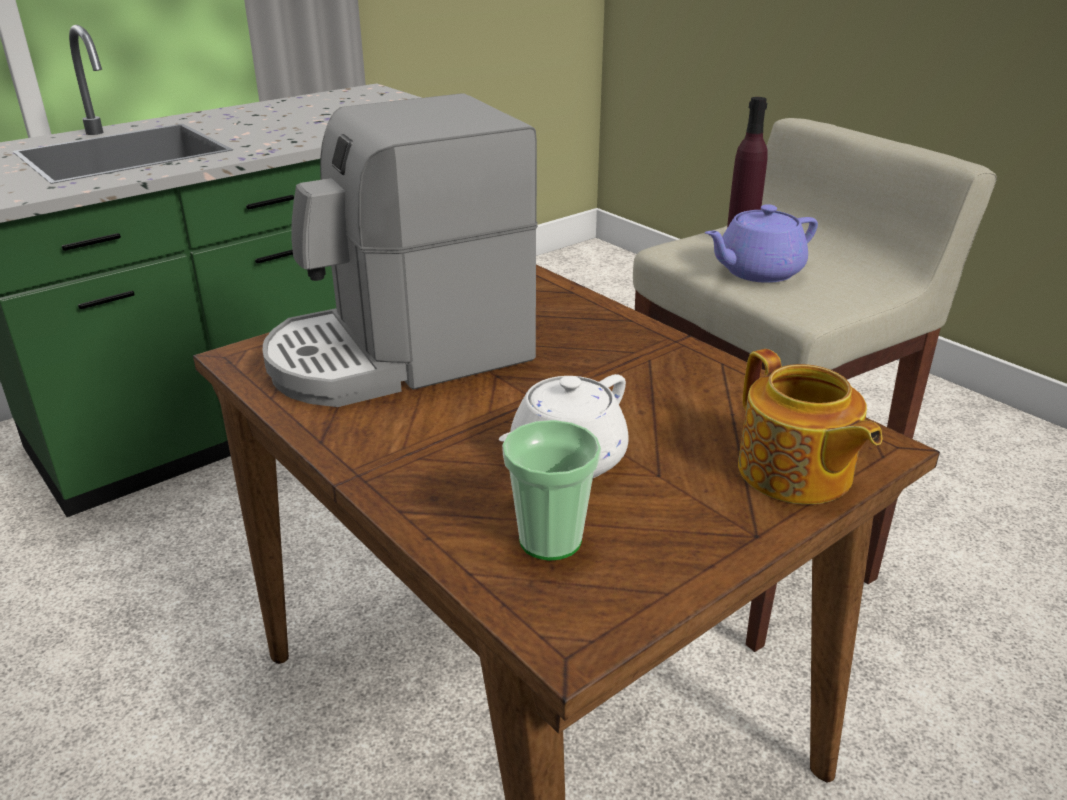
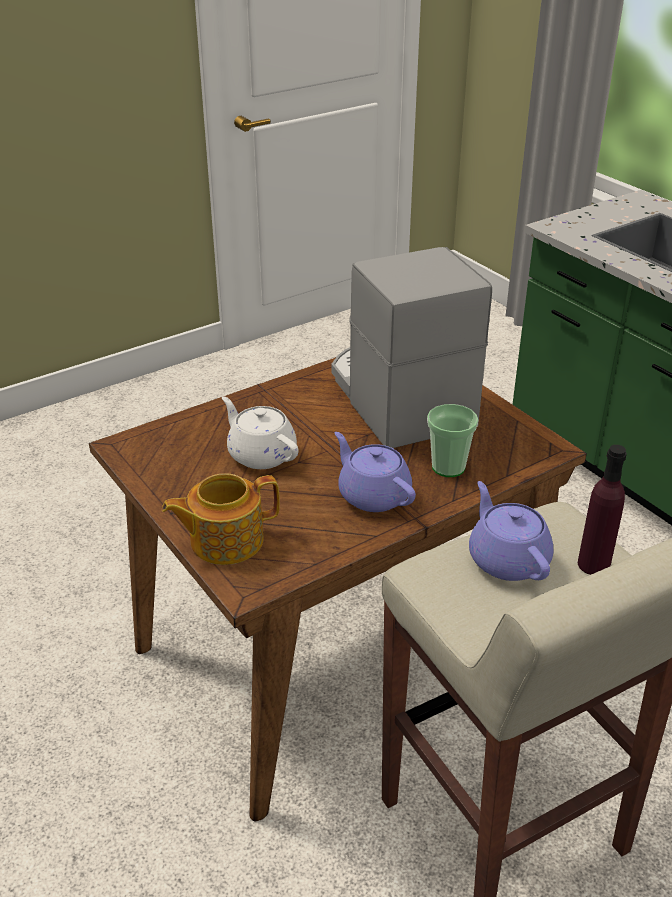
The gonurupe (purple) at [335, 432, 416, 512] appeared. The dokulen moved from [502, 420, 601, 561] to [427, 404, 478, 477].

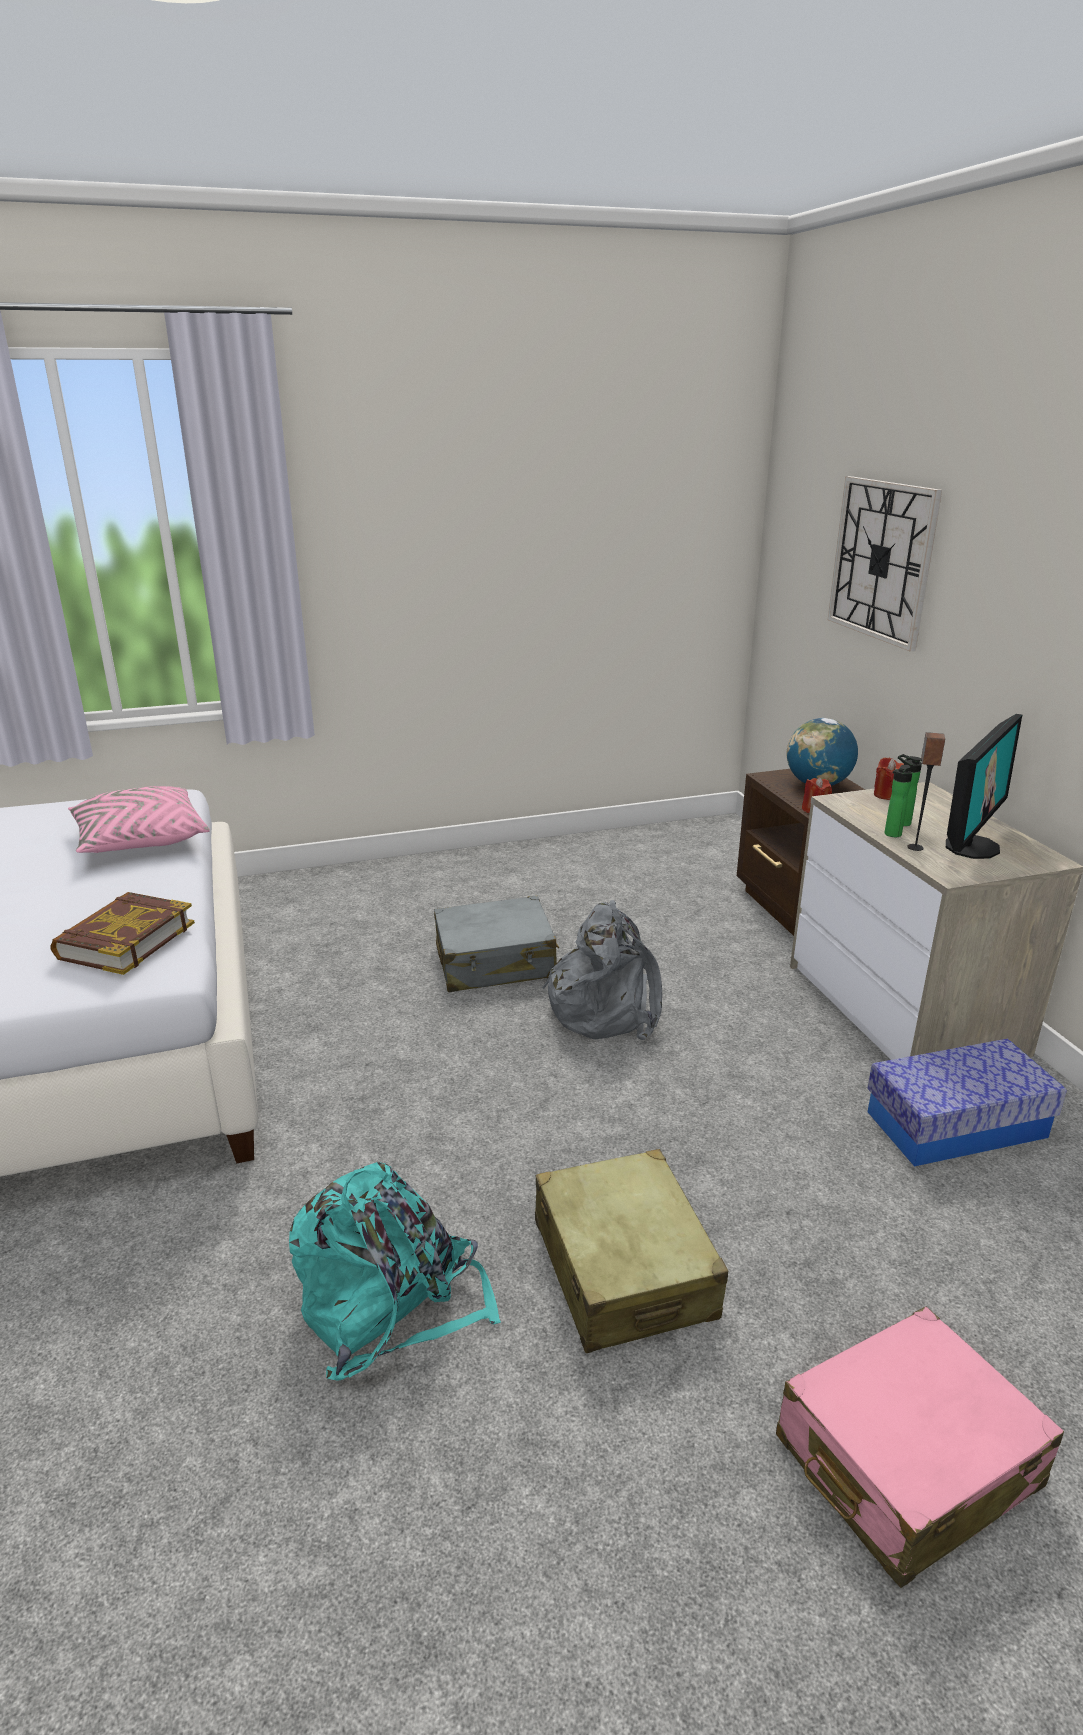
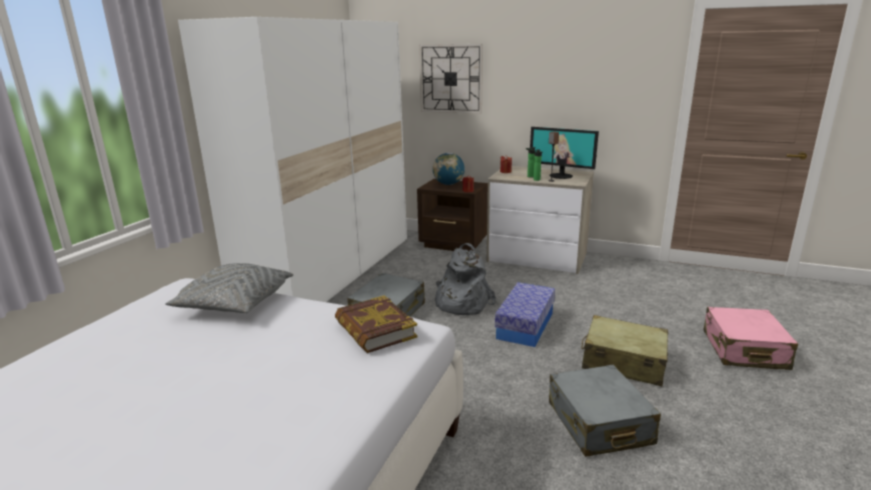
The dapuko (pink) at [68, 786, 210, 853] became the dapuko (grey) at [165, 263, 294, 313]. The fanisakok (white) at [178, 17, 407, 302] appeared. The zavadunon moved from [867, 1039, 1067, 1166] to [495, 282, 555, 347]. The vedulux at [946, 714, 1022, 859] turned 135 degrees clockwise. The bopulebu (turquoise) at [289, 1162, 501, 1380] was replaced by the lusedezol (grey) at [549, 365, 661, 457].

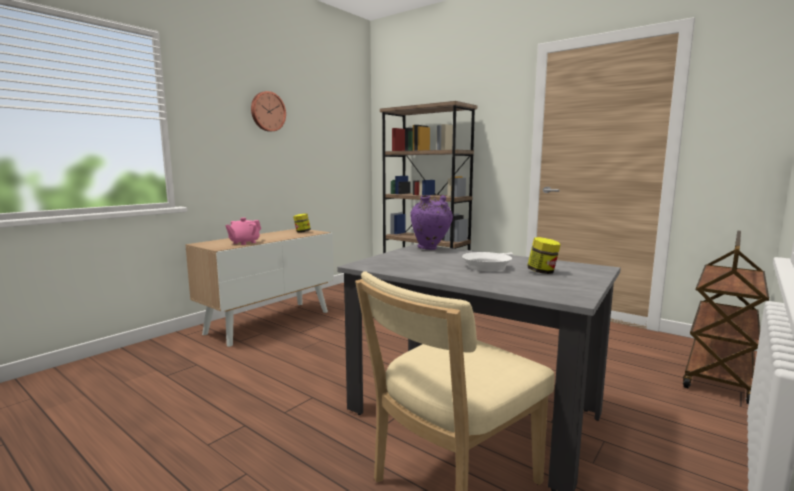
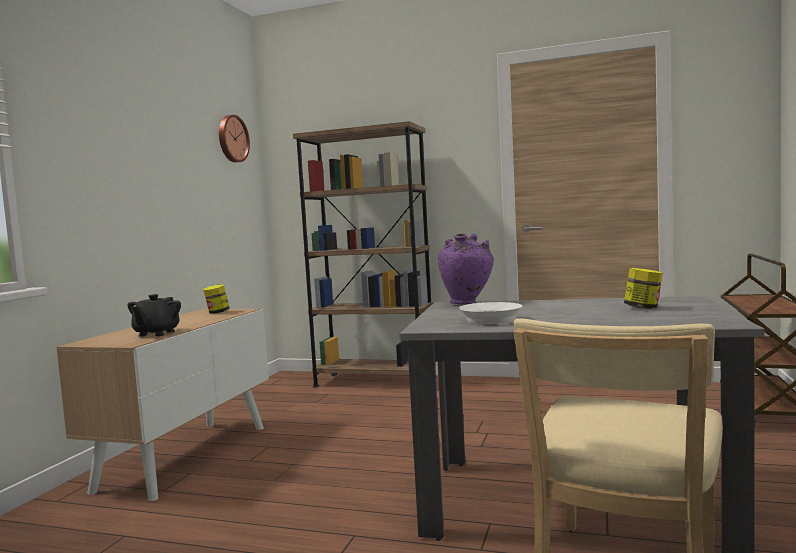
The gonurupe (pink) at [225, 218, 261, 245] became the gonurupe (black) at [127, 294, 181, 337]. The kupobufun moved from [251, 91, 286, 132] to [219, 115, 250, 163]. The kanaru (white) moved from [462, 252, 513, 271] to [459, 302, 522, 324].

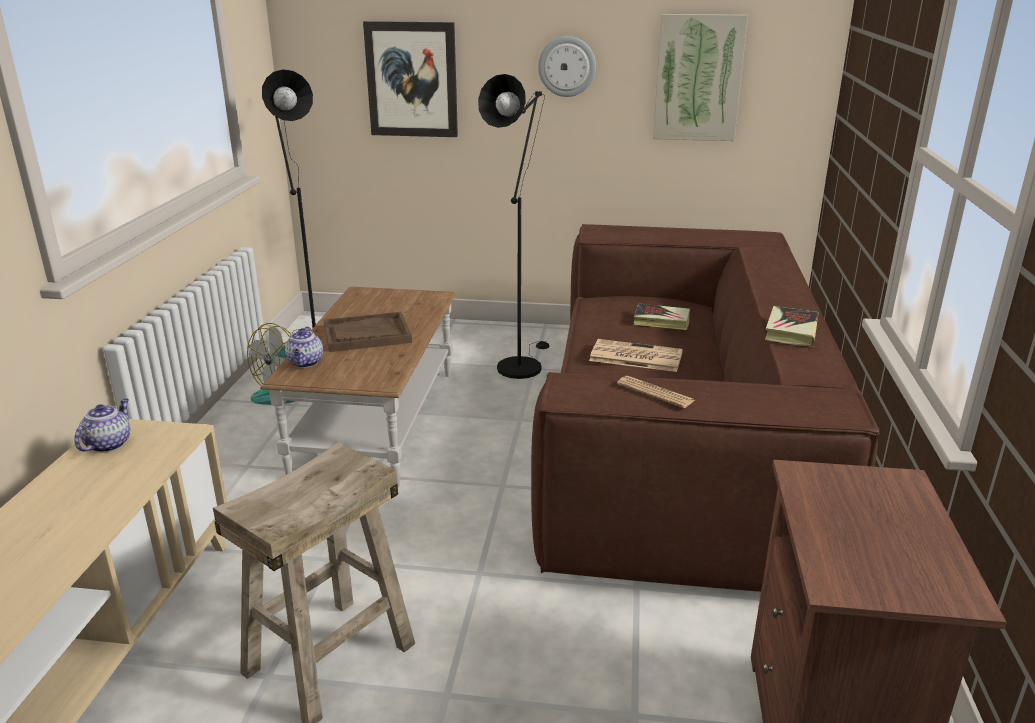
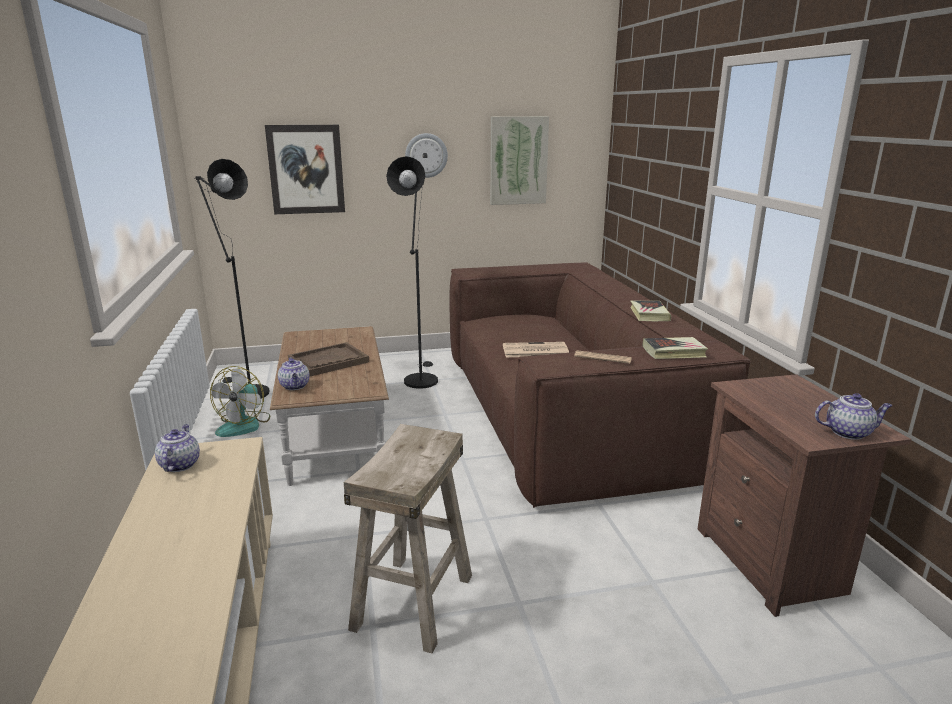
The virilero moved from [634, 303, 690, 330] to [642, 337, 708, 359]. The gonurupe at [815, 393, 892, 440] appeared.

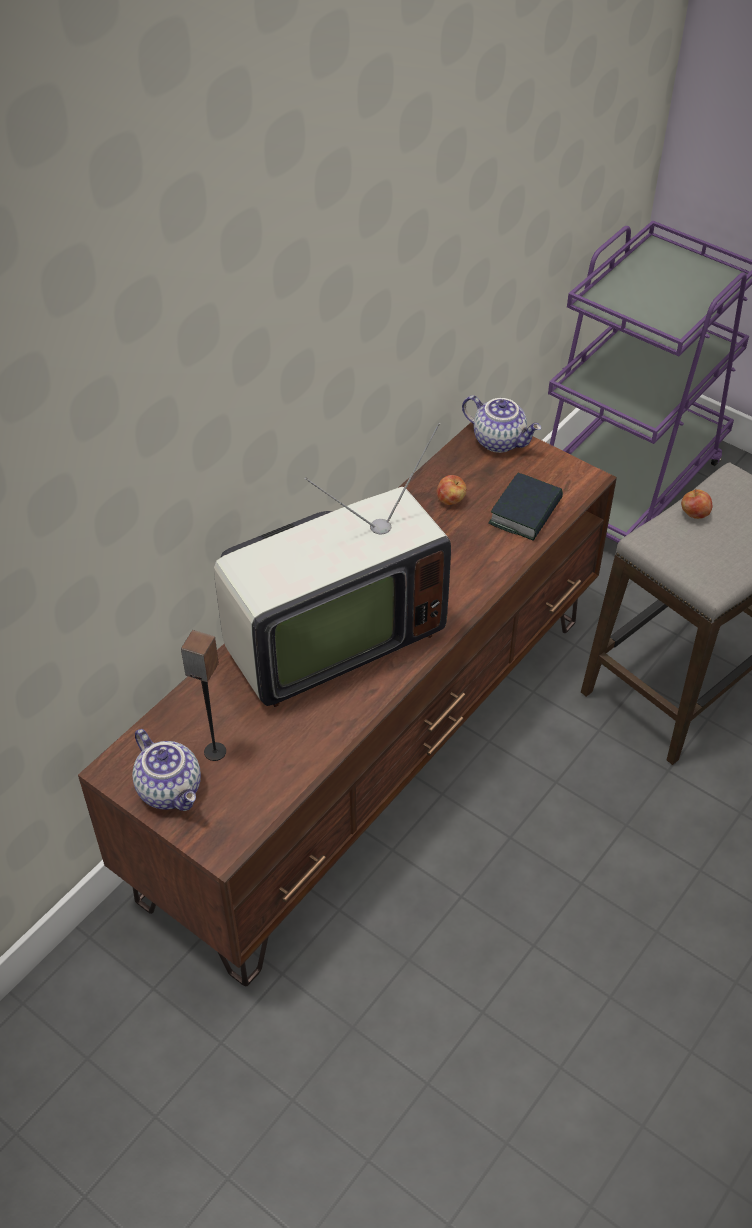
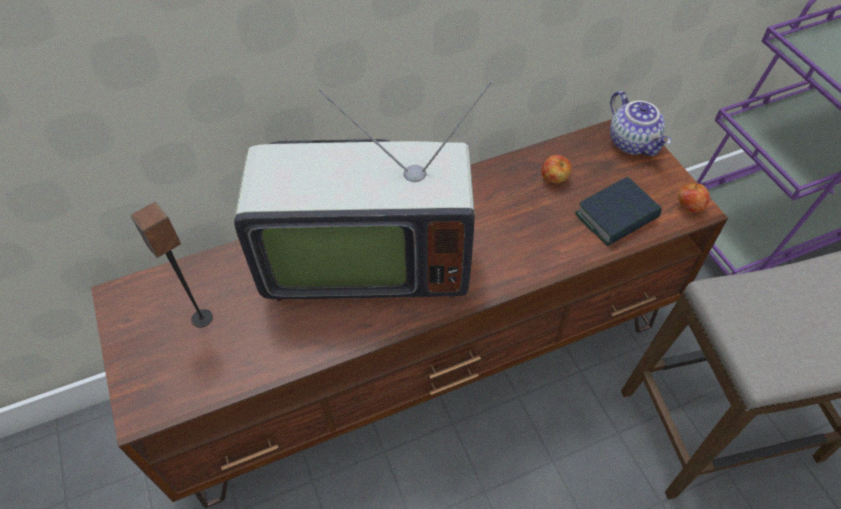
The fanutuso moved from [681, 489, 712, 519] to [678, 182, 710, 213]. The gonurupe at [132, 729, 201, 811] disappeared.

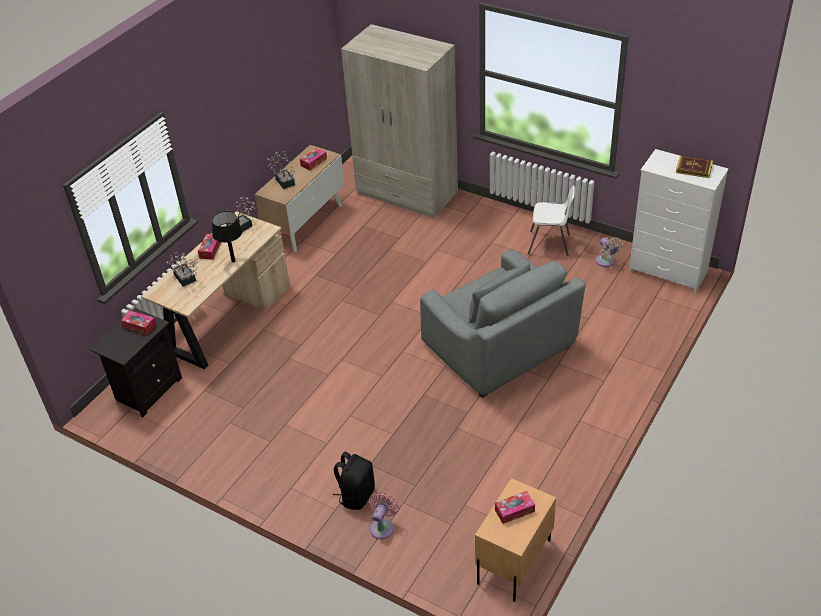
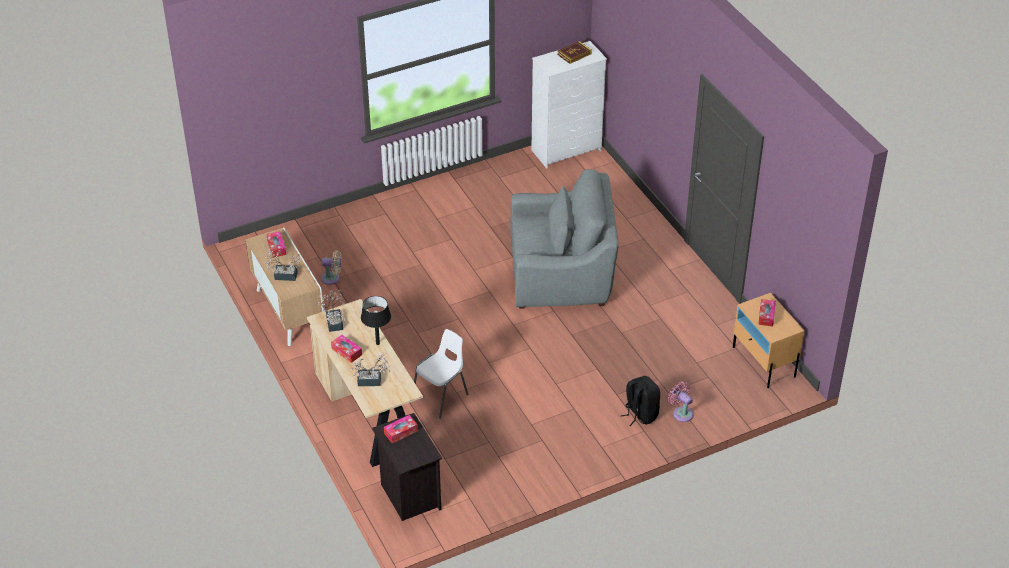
The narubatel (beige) moved from [596, 237, 623, 267] to [321, 250, 342, 285]. The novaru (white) moved from [528, 186, 575, 256] to [414, 329, 468, 419]. The fanisakok (beige) at [341, 24, 458, 219] disappeared.

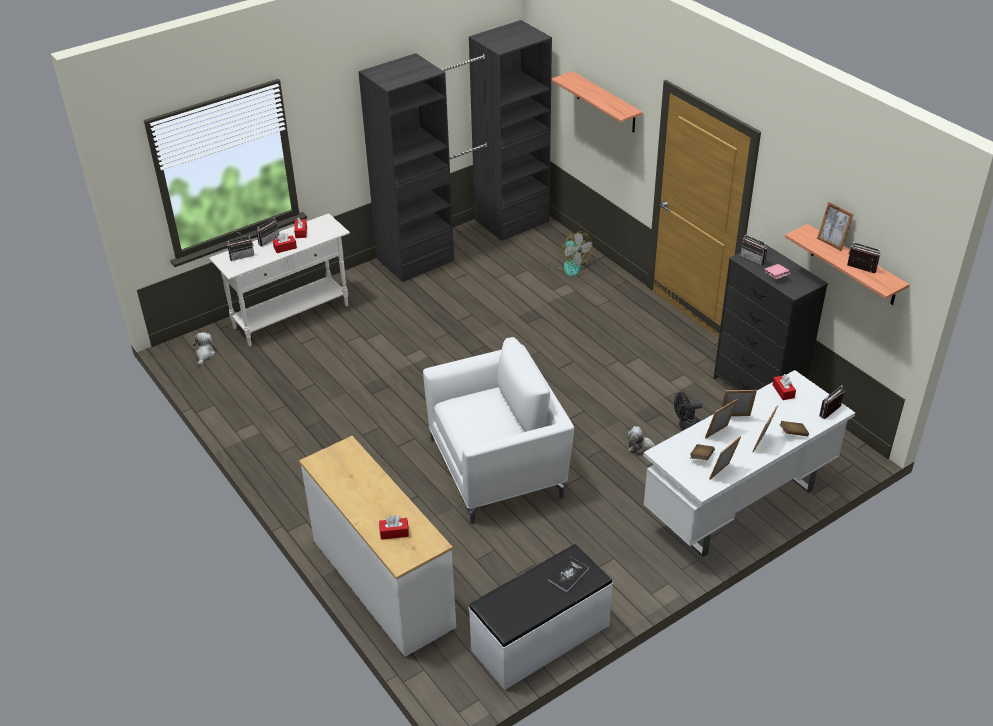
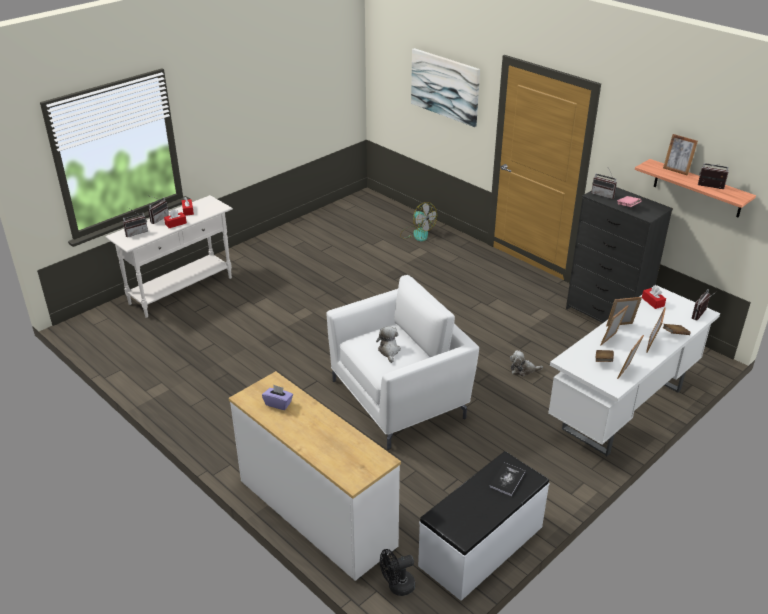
The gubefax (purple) at [262, 385, 293, 410] appeared. The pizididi moved from [192, 332, 216, 366] to [376, 326, 401, 363]. The narubatel (black) moved from [674, 392, 703, 430] to [380, 549, 415, 596]. The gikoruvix at [552, 71, 643, 133] was replaced by the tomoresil at [411, 48, 480, 127]. The fanisakok (black) at [358, 20, 552, 282] disappeared. The gubefax (red) at [379, 515, 409, 540] disappeared.

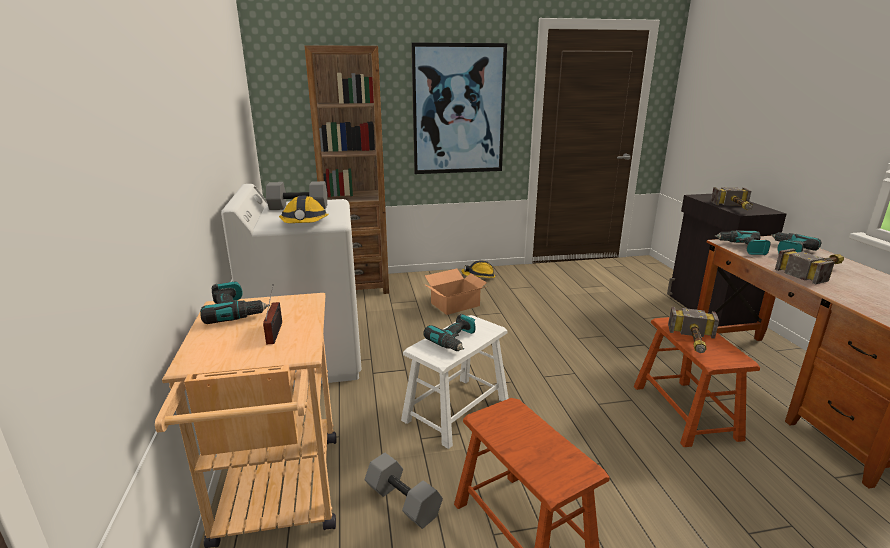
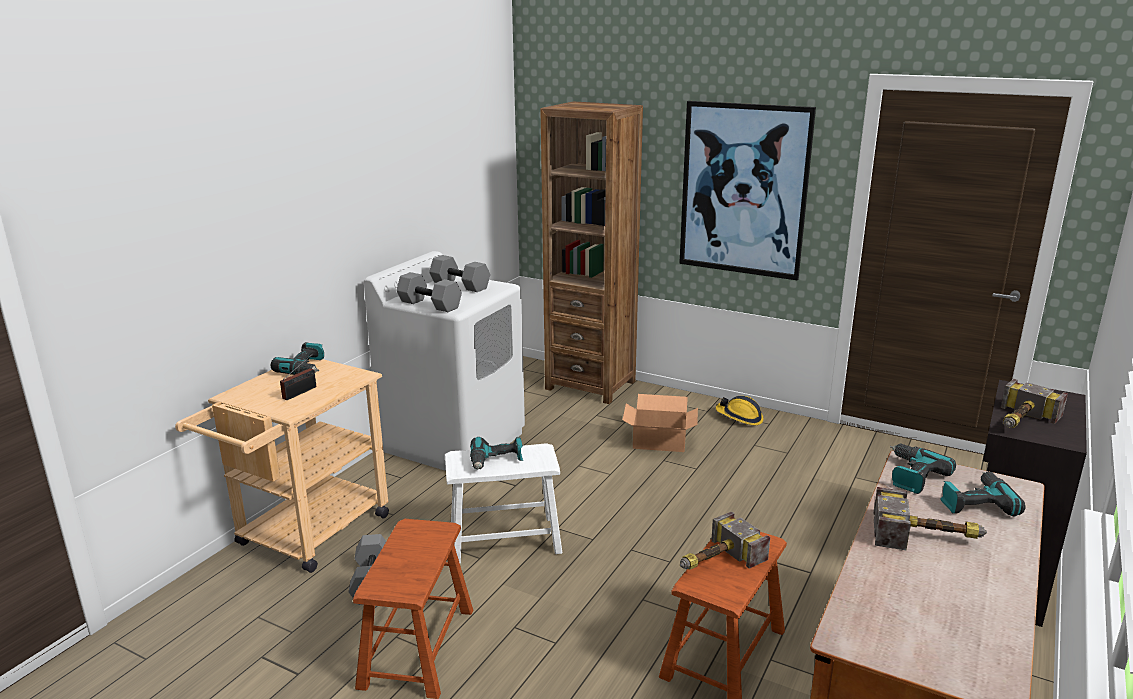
The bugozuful at [279, 195, 329, 223] was replaced by the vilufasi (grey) at [396, 272, 462, 312].

